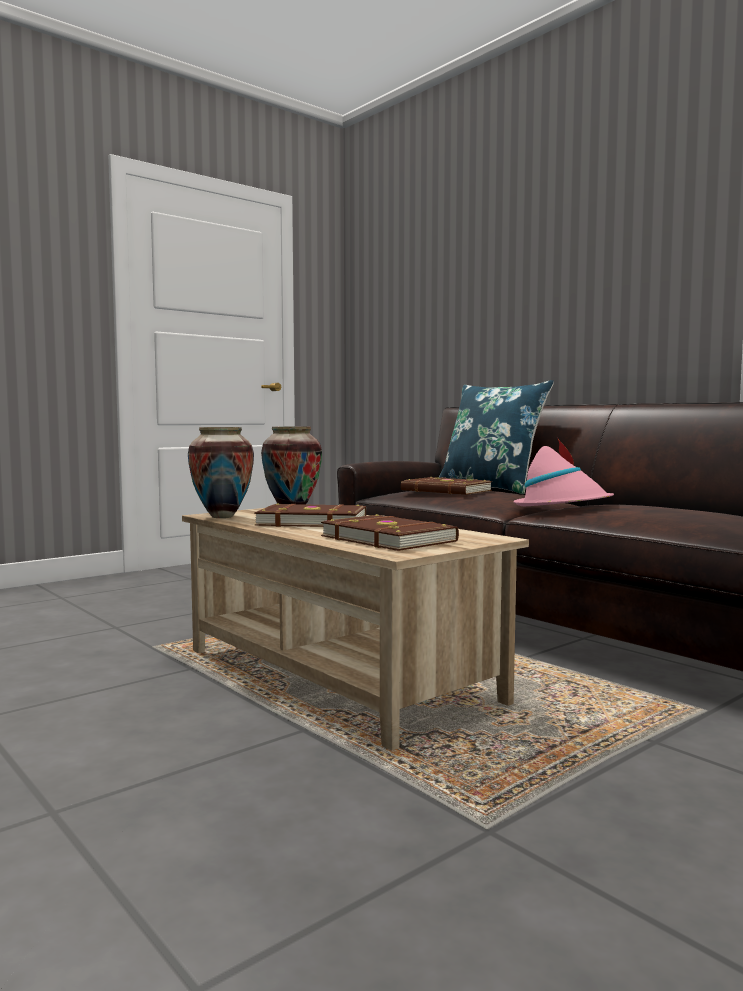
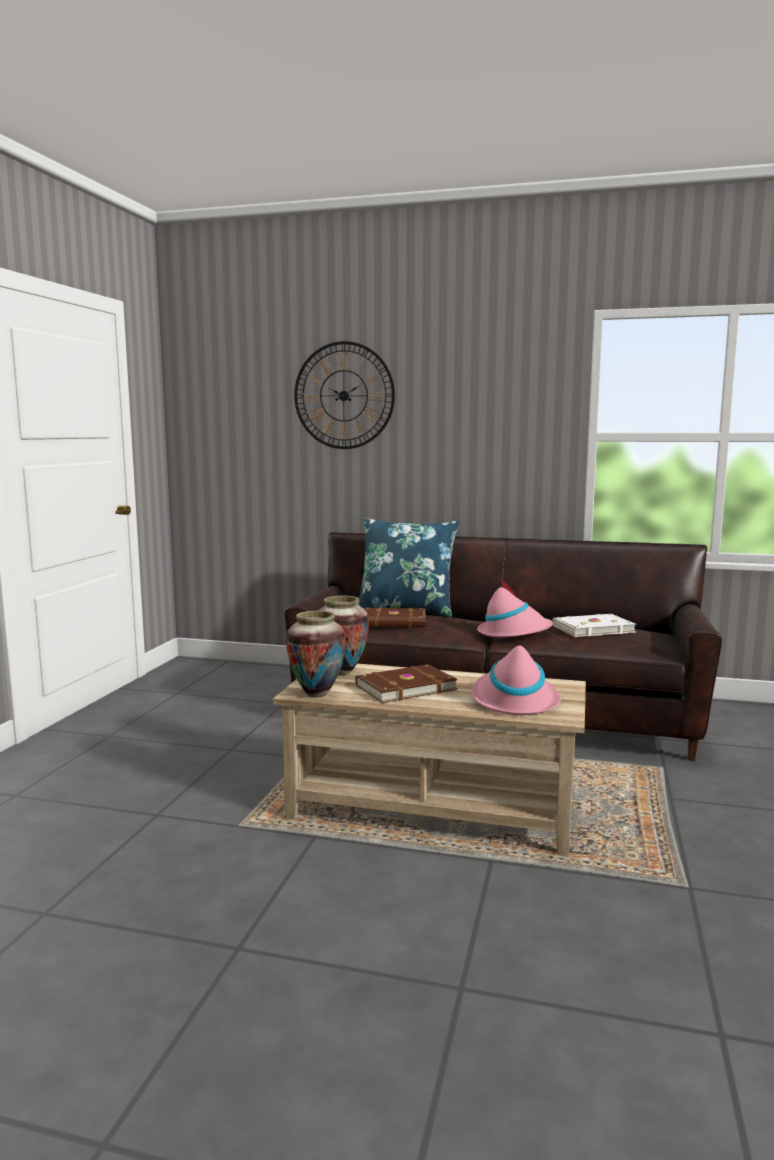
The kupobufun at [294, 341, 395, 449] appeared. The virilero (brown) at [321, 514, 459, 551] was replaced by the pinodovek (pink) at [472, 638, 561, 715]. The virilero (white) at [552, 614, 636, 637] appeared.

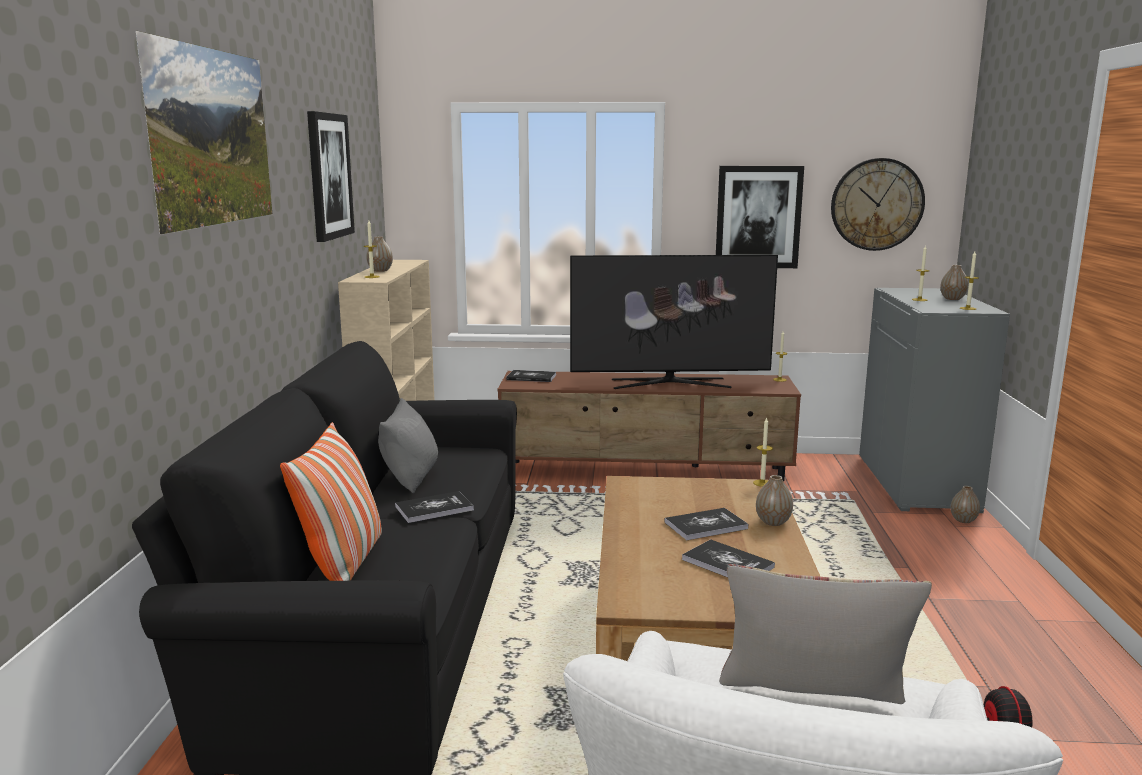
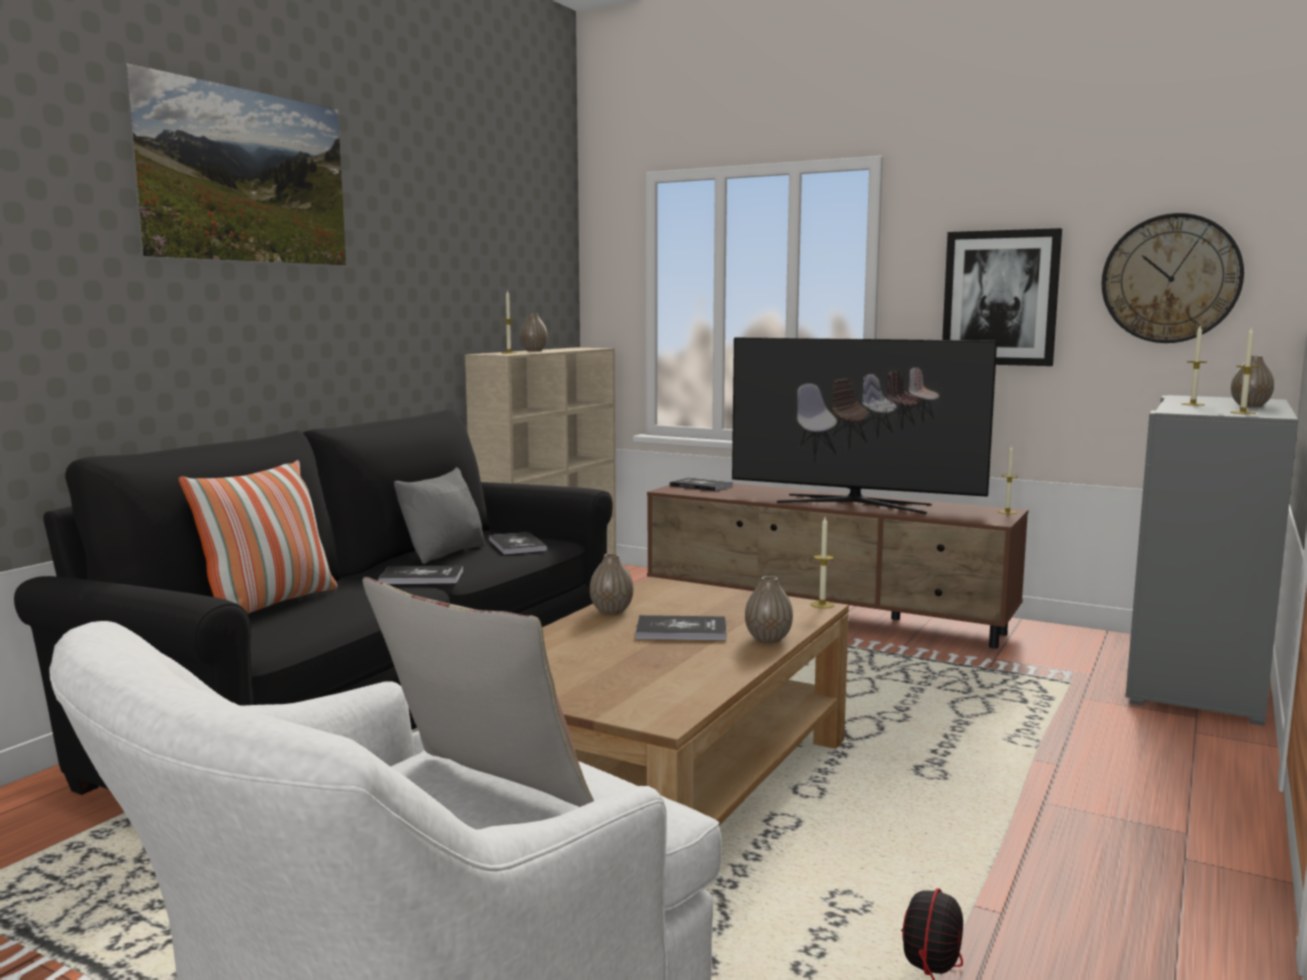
The virilero moved from [682, 539, 775, 577] to [489, 532, 547, 554]. The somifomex moved from [951, 486, 980, 523] to [590, 553, 633, 614]. The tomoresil at [307, 111, 355, 242] disappeared.

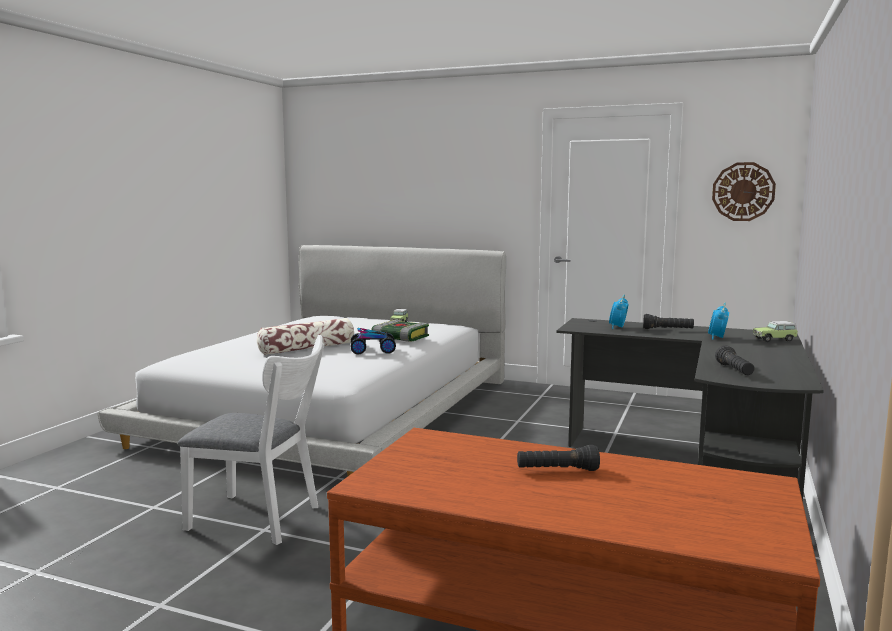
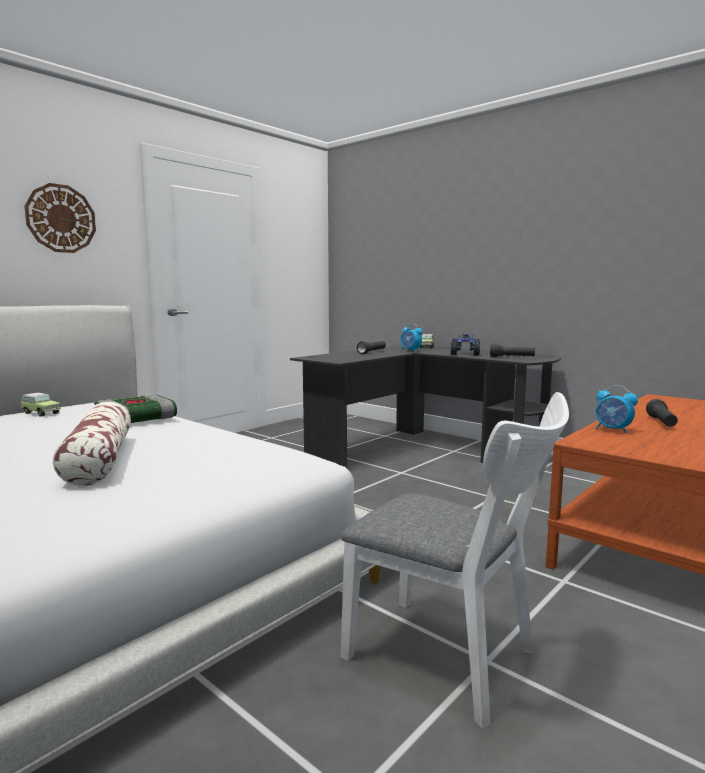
The kupobufun moved from [712, 162, 776, 221] to [25, 183, 96, 253]. The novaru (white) at [177, 335, 324, 545] turned 90 degrees clockwise. The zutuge moved from [351, 328, 396, 354] to [451, 334, 480, 356]. The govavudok moved from [609, 295, 628, 329] to [596, 385, 638, 434].

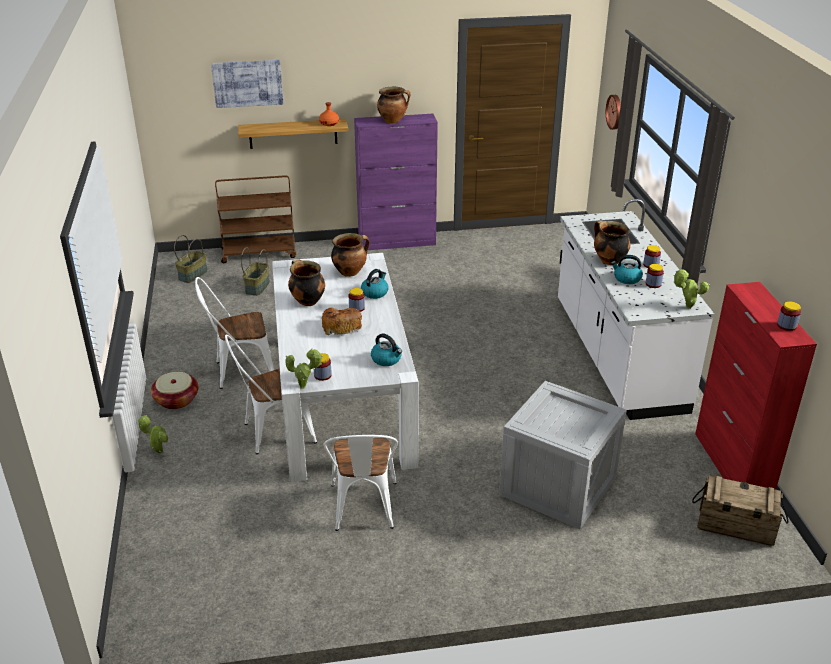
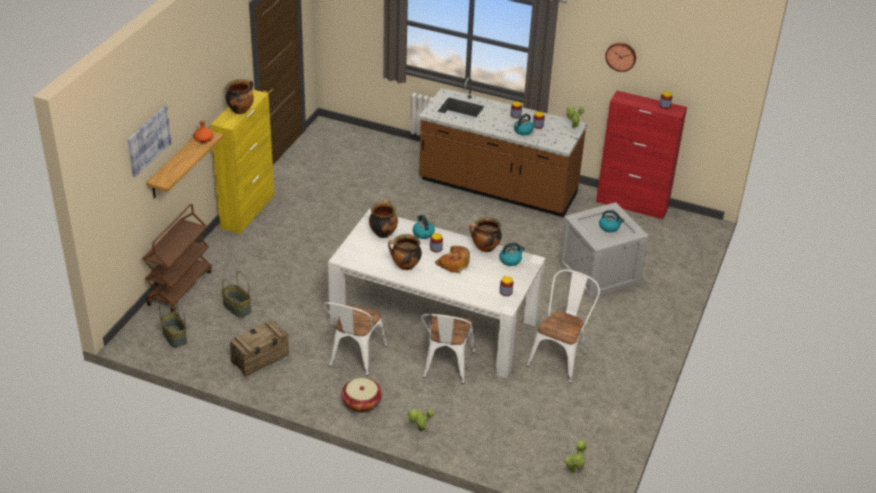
The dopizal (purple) at [354, 114, 438, 250] became the dopizal (yellow) at [210, 89, 274, 234]. The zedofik moved from [692, 476, 788, 546] to [230, 320, 289, 376]. The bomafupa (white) at [558, 199, 714, 420] became the bomafupa (brown) at [419, 77, 587, 217]. The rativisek moved from [594, 221, 630, 265] to [469, 217, 502, 252]. The novaru (white) at [324, 435, 398, 531] turned 90 degrees counterclockwise. The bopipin moved from [286, 349, 323, 389] to [565, 440, 587, 474]. The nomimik at [599, 210, 624, 232] appeared. The kupobufun moved from [606, 95, 621, 130] to [605, 42, 636, 72].

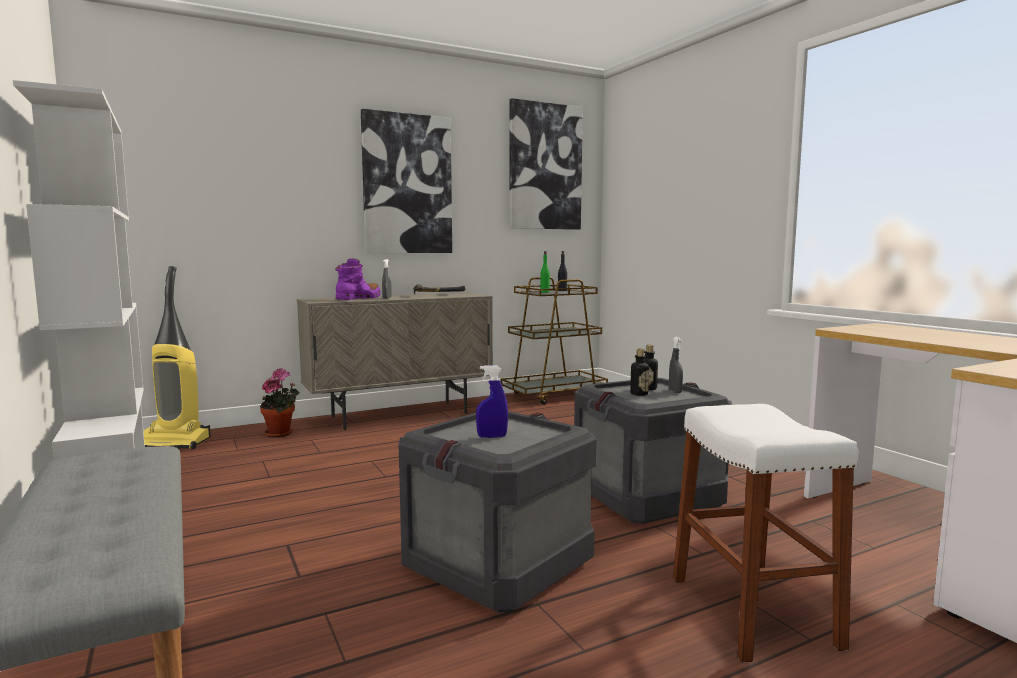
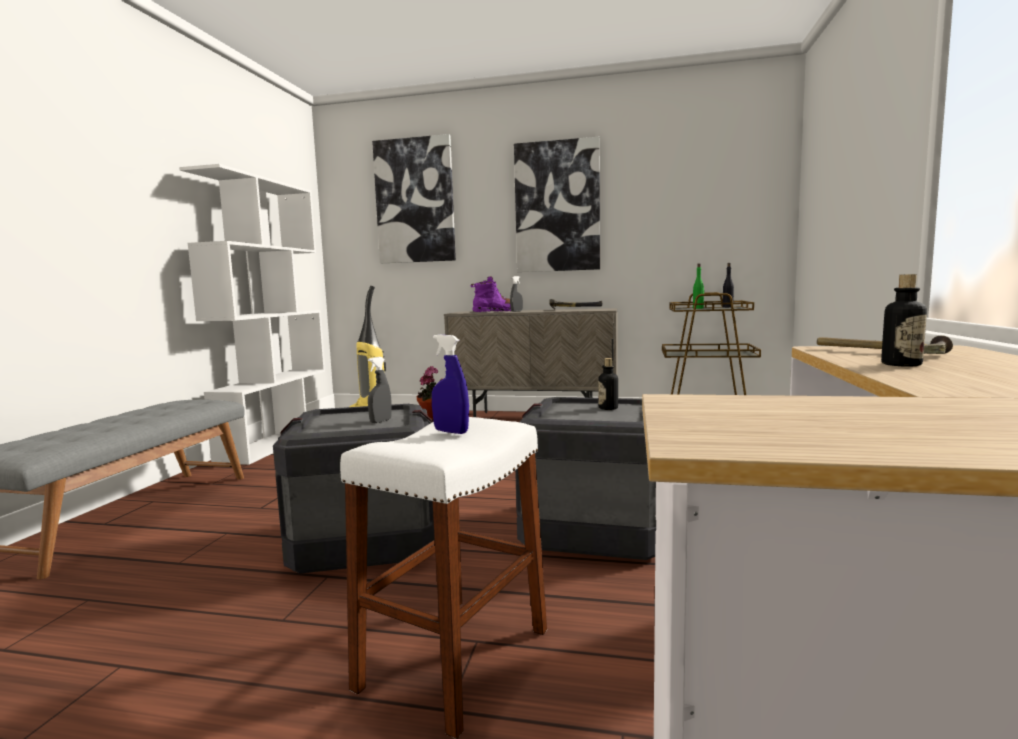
The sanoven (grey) moved from [669, 337, 683, 393] to [368, 357, 392, 423]. The tomoresil moved from [510, 98, 583, 230] to [372, 134, 456, 263]. The sanoven (blue) moved from [476, 366, 508, 438] to [432, 334, 469, 434]. The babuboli at [817, 335, 953, 354] appeared. The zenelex moved from [630, 349, 649, 396] to [881, 274, 927, 367].

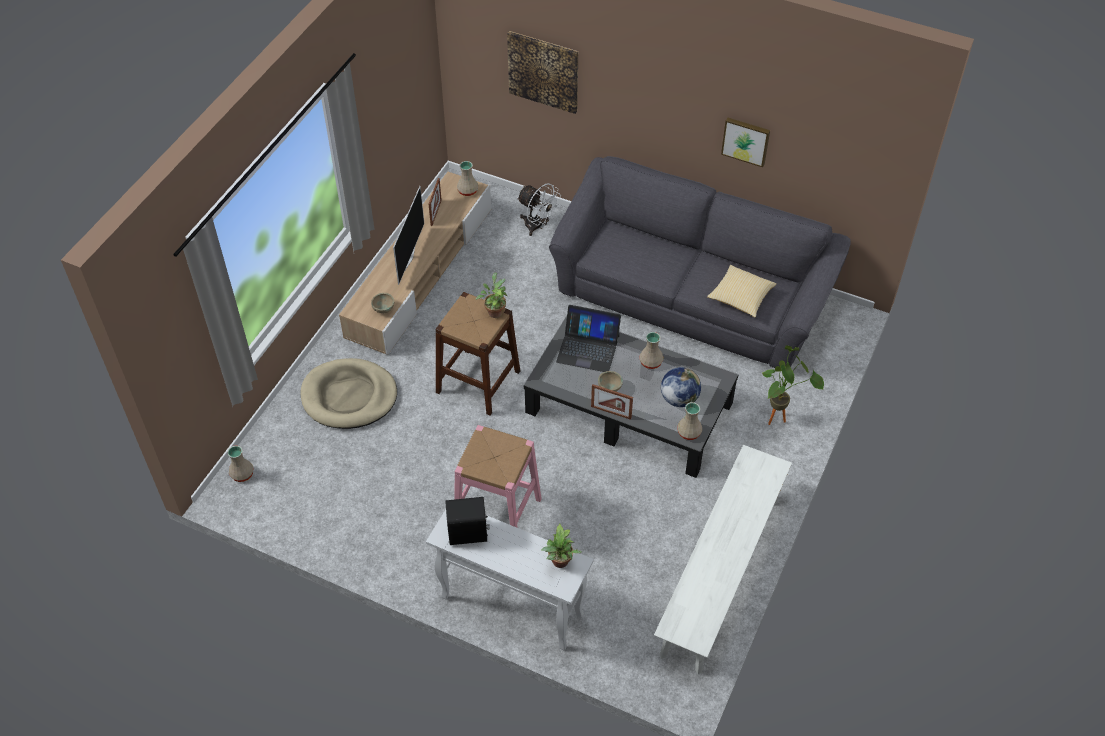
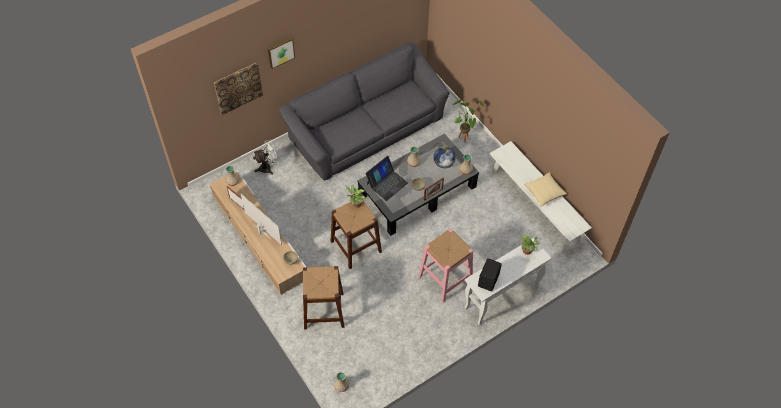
The tomoresil moved from [721, 117, 770, 167] to [268, 37, 295, 69]. The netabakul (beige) at [301, 358, 397, 429] was replaced by the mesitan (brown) at [303, 266, 344, 329]. The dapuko moved from [707, 265, 777, 317] to [524, 172, 567, 206].

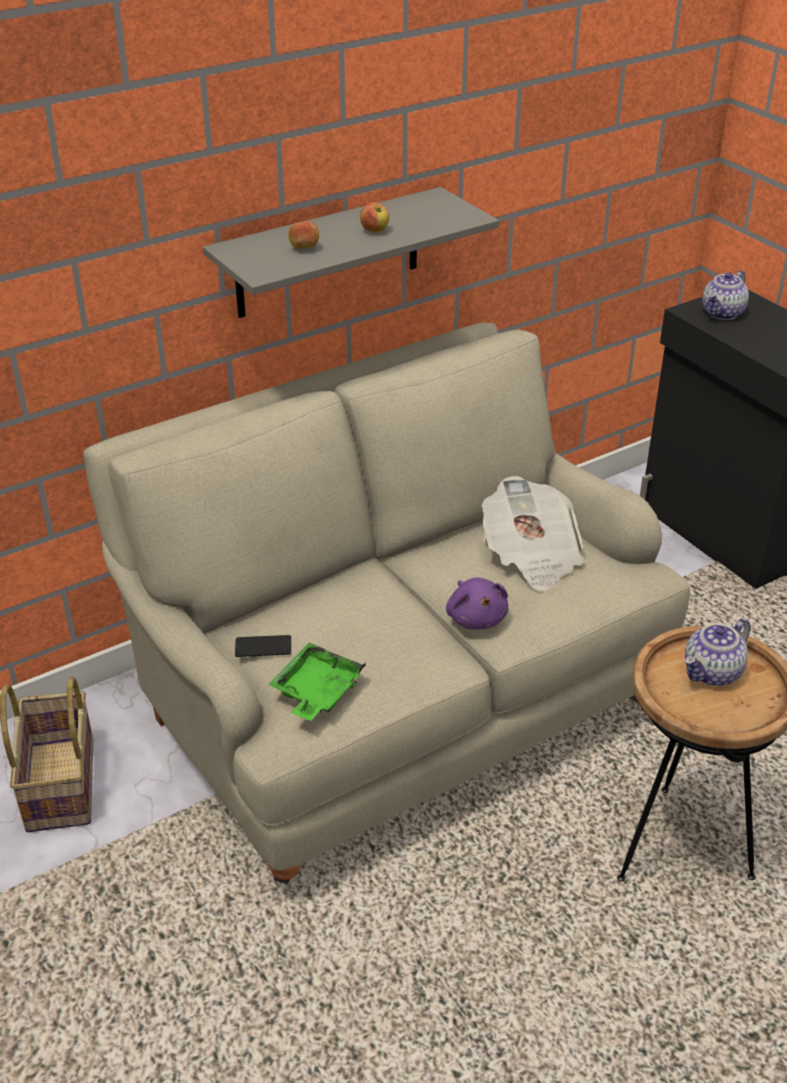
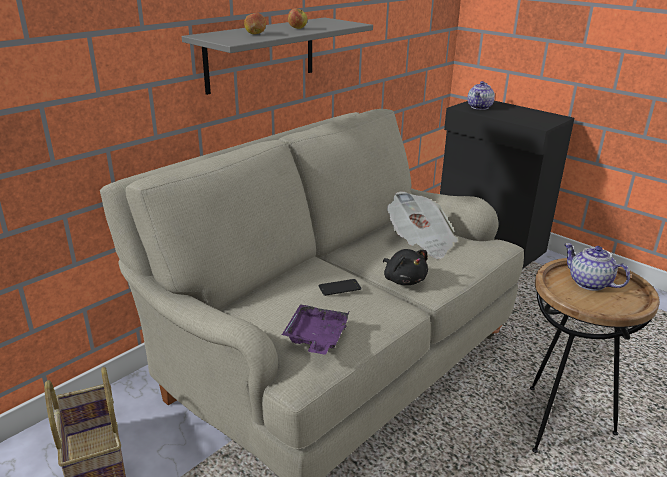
The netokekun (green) at [268, 643, 366, 721] became the netokekun (purple) at [282, 304, 350, 355]. The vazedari moved from [235, 635, 291, 657] to [319, 279, 362, 296]. The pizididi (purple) at [446, 578, 508, 630] became the pizididi (black) at [383, 249, 428, 285]. The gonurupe at [685, 618, 751, 686] turned 105 degrees clockwise.

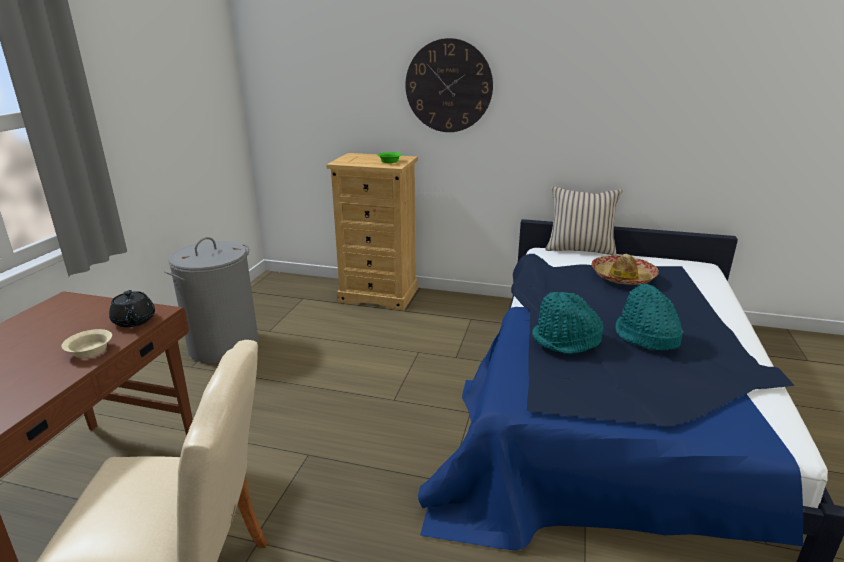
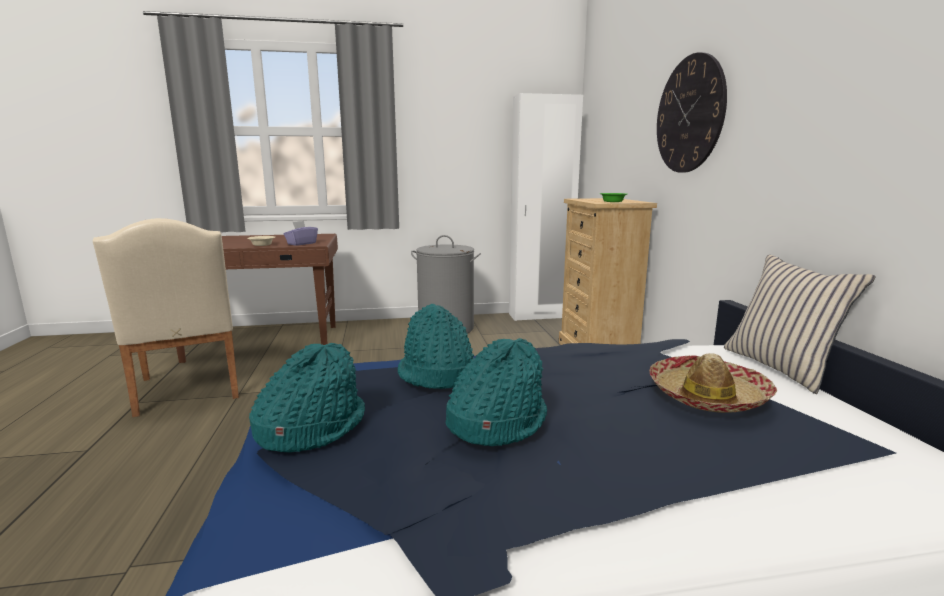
The pinodovek (turquoise) at [249, 343, 365, 452] appeared. The gonurupe (black) at [109, 290, 155, 327] was replaced by the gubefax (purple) at [284, 221, 318, 246]. The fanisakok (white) at [509, 93, 583, 321] appeared.

